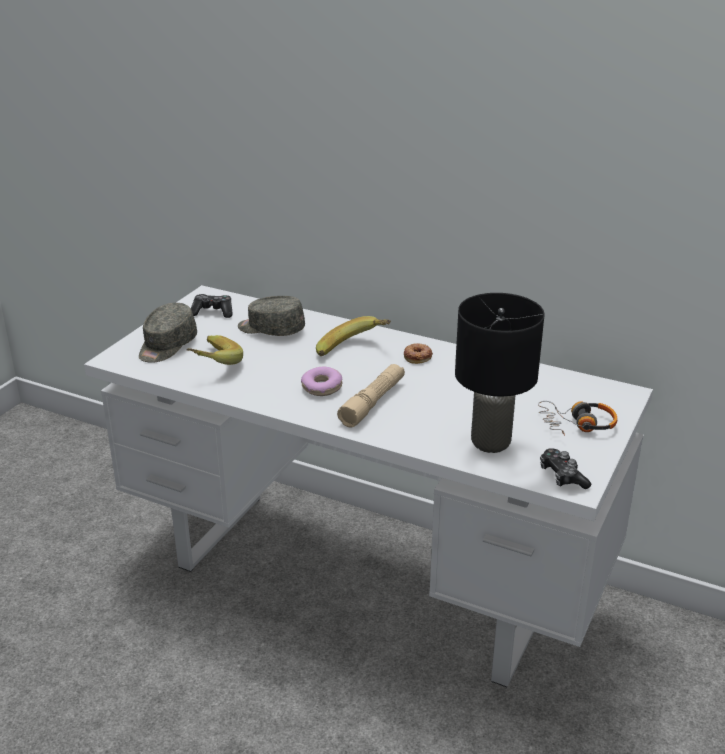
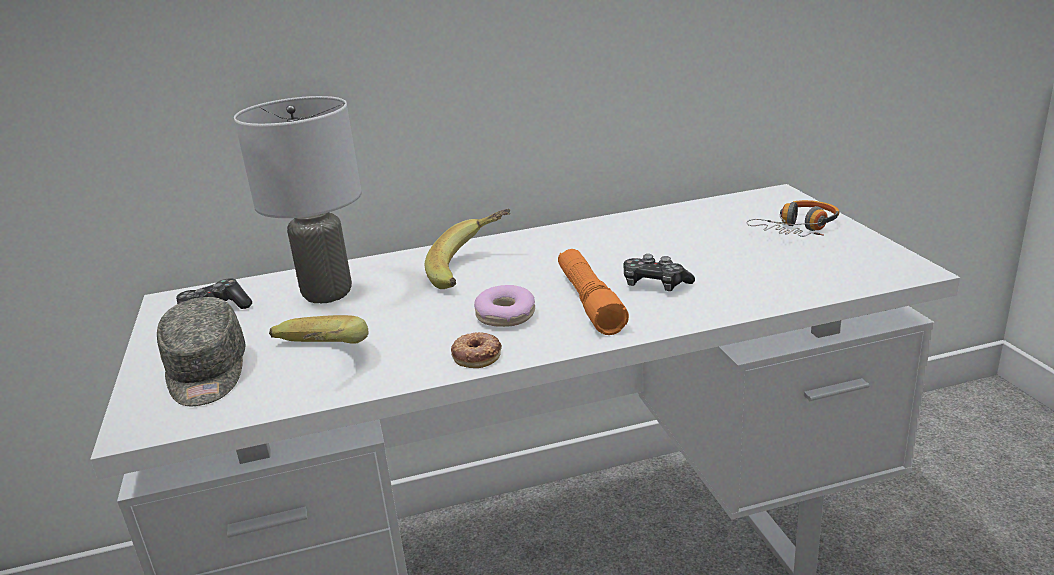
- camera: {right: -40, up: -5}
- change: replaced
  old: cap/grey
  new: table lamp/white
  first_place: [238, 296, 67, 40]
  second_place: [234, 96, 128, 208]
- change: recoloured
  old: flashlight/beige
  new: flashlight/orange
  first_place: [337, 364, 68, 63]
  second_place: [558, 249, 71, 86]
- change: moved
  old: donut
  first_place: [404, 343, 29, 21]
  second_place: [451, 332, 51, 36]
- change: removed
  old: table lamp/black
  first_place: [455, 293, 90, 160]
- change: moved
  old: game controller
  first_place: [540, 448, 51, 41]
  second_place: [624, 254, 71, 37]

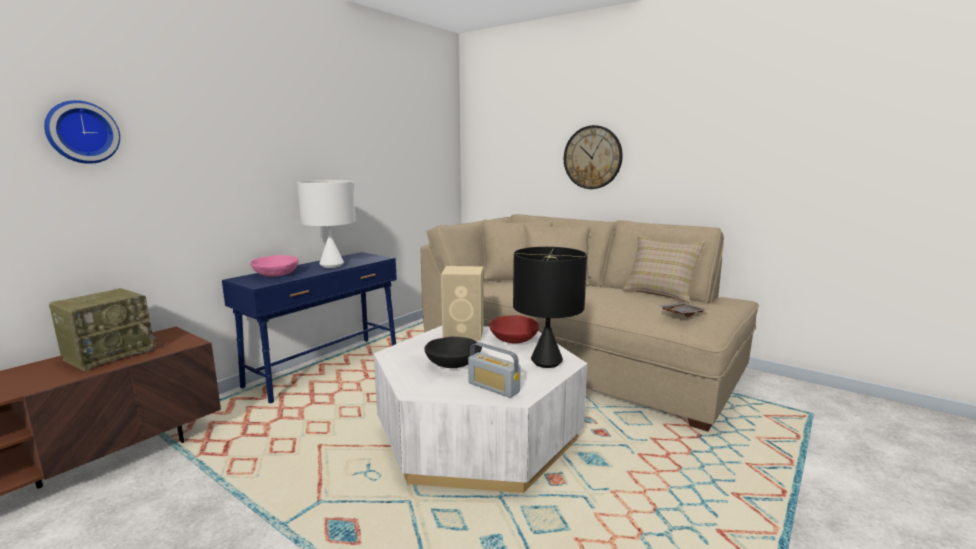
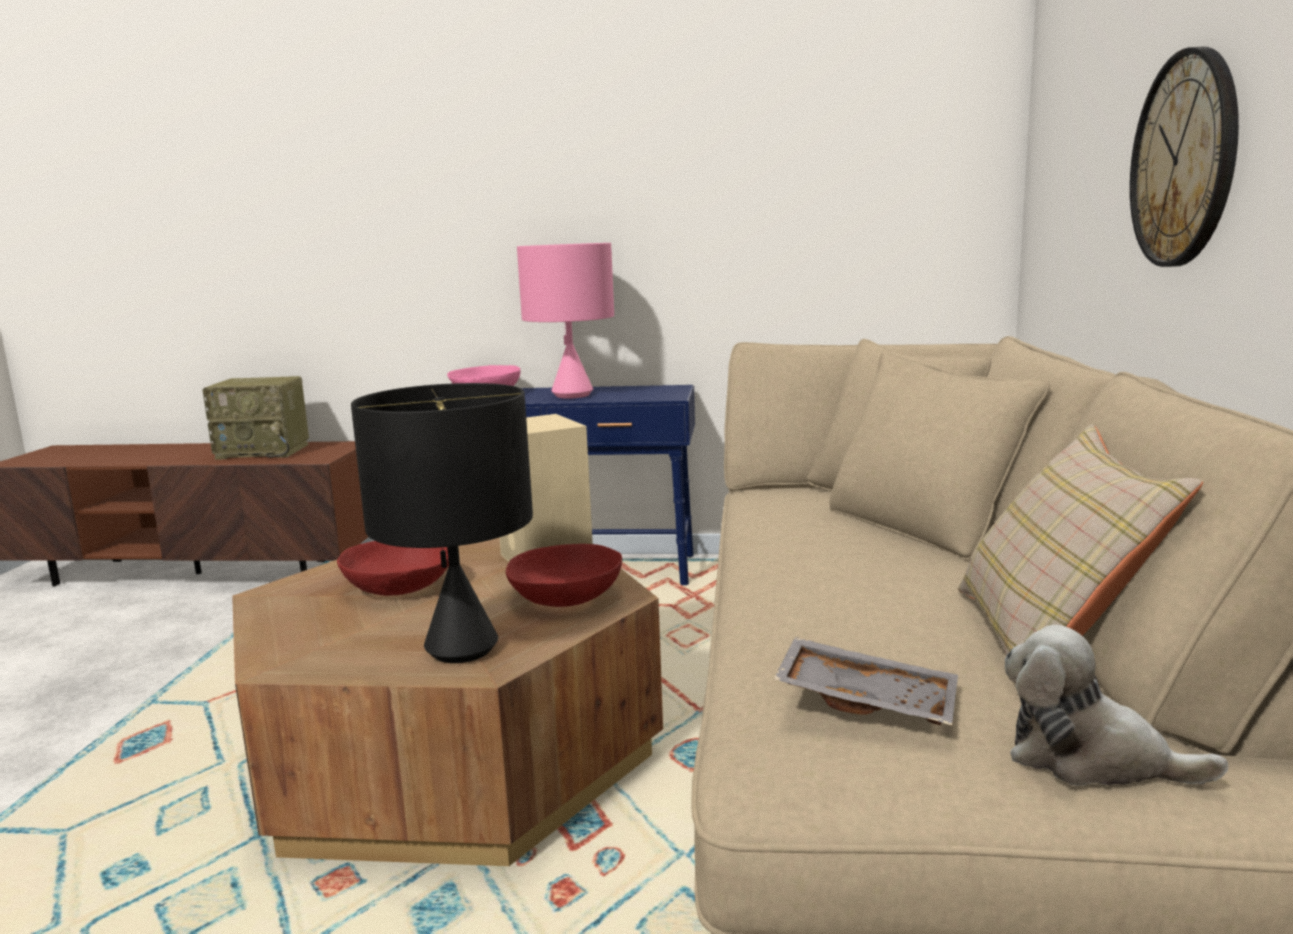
- camera: {right: 60, up: 0}
- change: removed
  old: wall clock
  first_place: [44, 100, 76, 64]
- change: recoloured
  old: table lamp/white
  new: table lamp/pink
  first_place: [297, 180, 59, 88]
  second_place: [517, 243, 97, 156]
- change: recoloured
  old: coffee table/white
  new: coffee table/brown
  first_place: [374, 326, 213, 167]
  second_place: [232, 538, 431, 328]
- change: recoloured
  old: bowl/black
  new: bowl/red
  first_place: [425, 337, 57, 31]
  second_place: [337, 541, 112, 55]
- change: removed
  old: radio
  first_place: [468, 342, 53, 56]
- change: added
  new: plush toy
  second_place: [1005, 625, 223, 161]

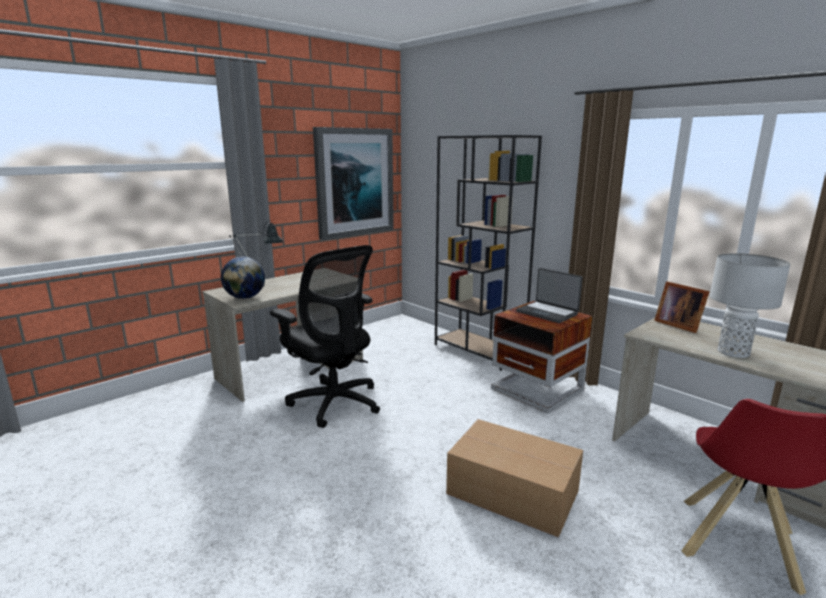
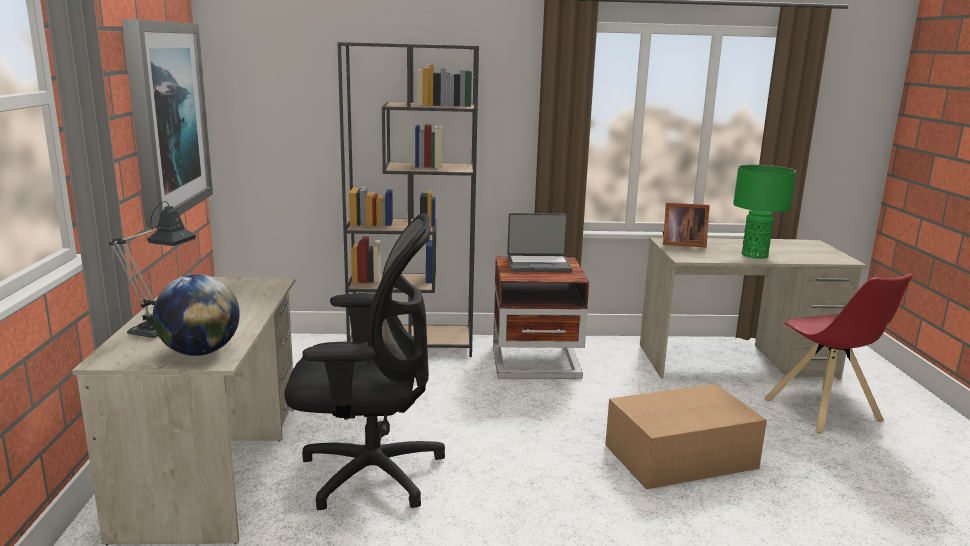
- camera: {right: -50, up: 0}
- change: recoloured
  old: table lamp/white
  new: table lamp/green
  first_place: [710, 253, 80, 105]
  second_place: [733, 165, 63, 94]

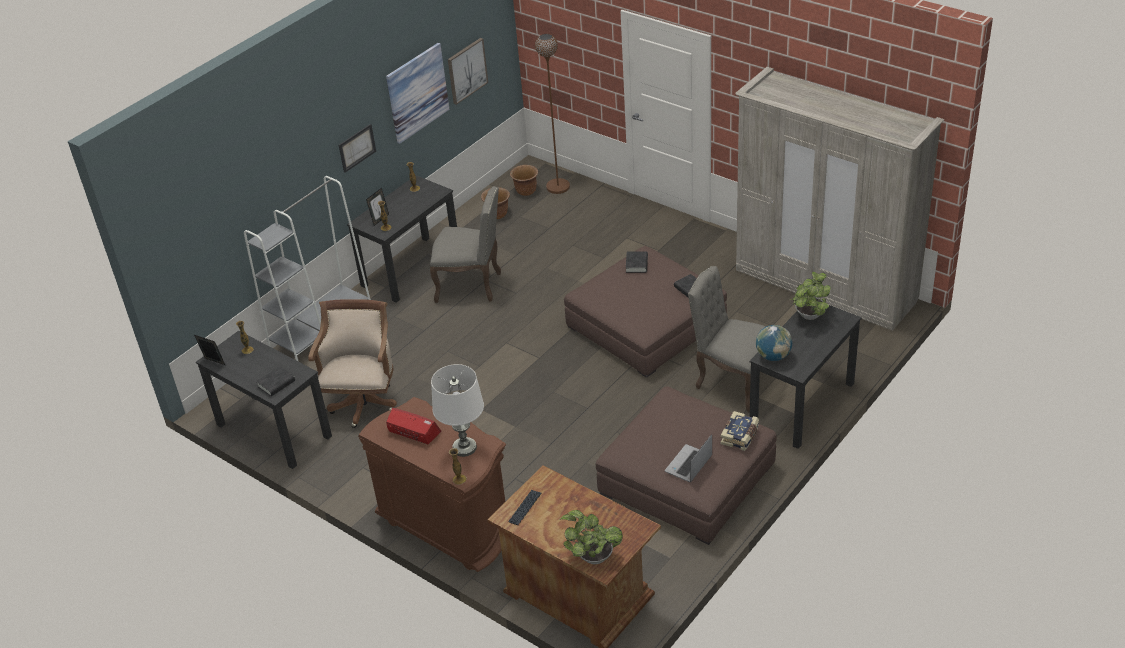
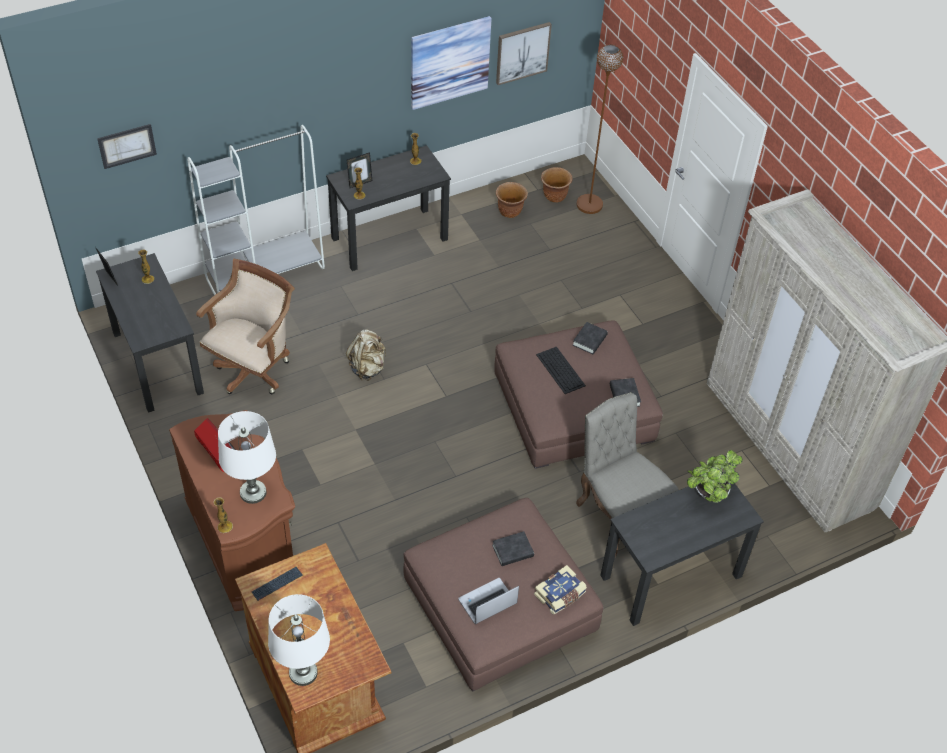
- camera: {right: 20, up: 10}
- change: moved
  old: book/black
  first_place: [256, 366, 39, 30]
  second_place: [492, 531, 42, 35]
- change: moved
  old: picture
  first_place: [339, 124, 37, 49]
  second_place: [97, 124, 60, 45]
- change: removed
  old: chair/grey
  first_place: [430, 186, 71, 117]
- change: replaced
  old: potted plant
  new: table lamp/white
  first_place: [560, 510, 63, 54]
  second_place: [268, 594, 62, 92]
- change: removed
  old: globe
  first_place: [756, 325, 36, 36]
- change: added
  new: backpack/beige
  second_place: [346, 329, 40, 52]
- change: added
  new: keyboard
  second_place: [536, 346, 50, 48]

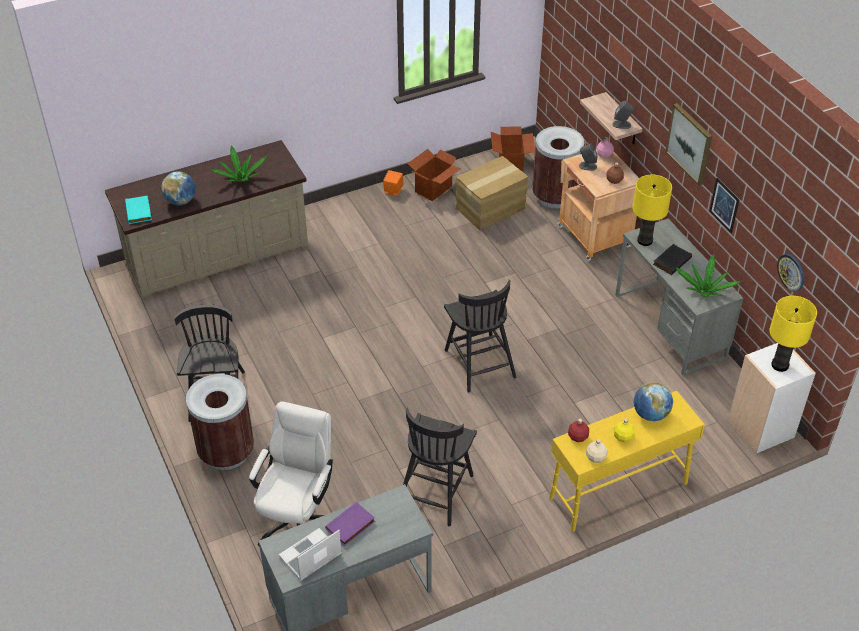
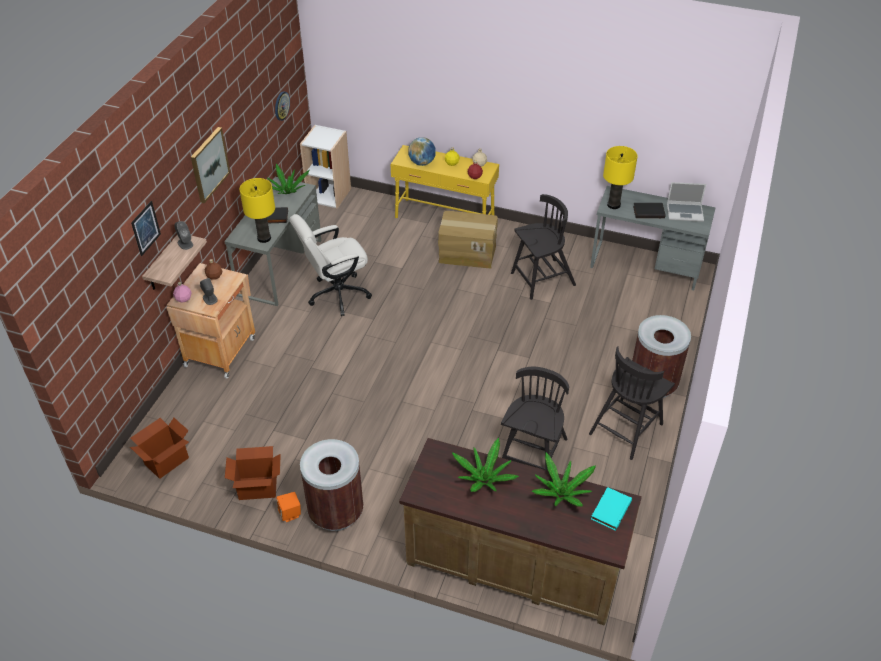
- camera: {right: -135, up: 0}
- change: replaced
  old: globe
  new: potted plant
  first_place: [161, 171, 35, 34]
  second_place: [532, 452, 64, 55]
- change: moved
  old: office chair/white
  first_place: [249, 401, 84, 145]
  second_place: [289, 214, 83, 102]
- change: recoloured
  old: book/purple
  new: book/black
  first_place: [325, 502, 50, 44]
  second_place: [633, 203, 33, 15]
- change: moved
  old: chair/black
  first_place: [444, 280, 72, 112]
  second_place: [501, 367, 68, 104]
- change: moved
  old: cardboard box
  first_place: [455, 156, 73, 74]
  second_place: [438, 211, 60, 57]
- change: moved
  old: trash can/brown
  first_place: [532, 126, 52, 82]
  second_place: [300, 439, 63, 92]
- change: moved
  old: picture
  first_place: [709, 178, 30, 55]
  second_place: [131, 201, 30, 55]
- change: moved
  old: table lamp/yellow
  first_place: [770, 296, 47, 76]
  second_place: [603, 146, 35, 63]

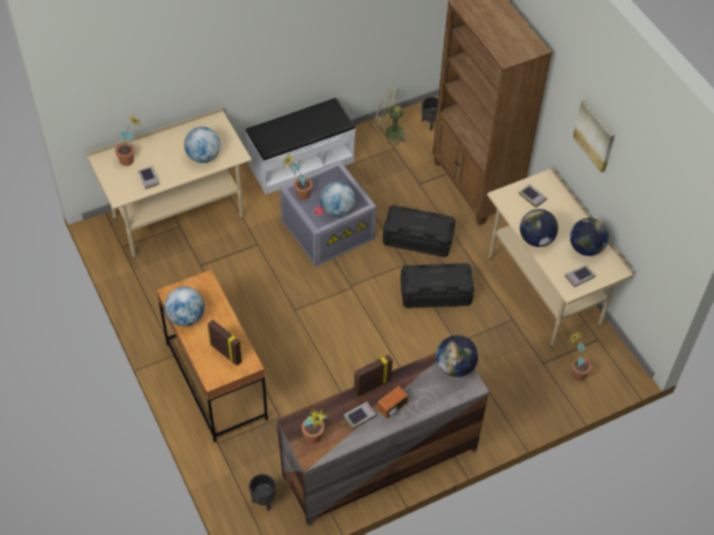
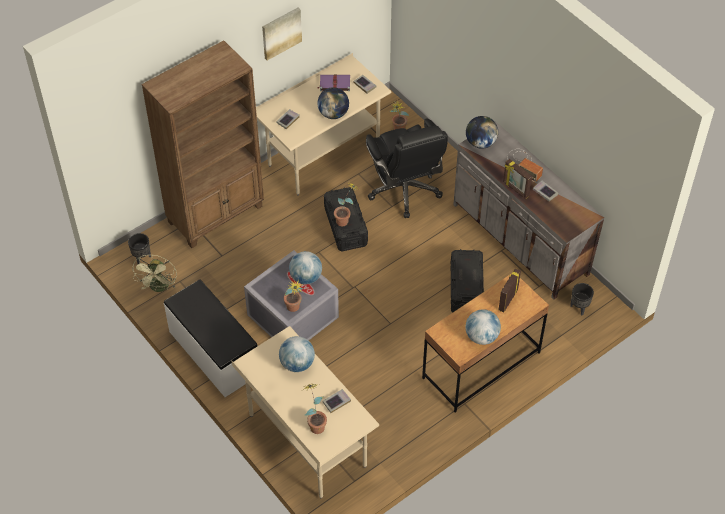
- camera: {right: -100, up: 0}
- change: moved
  old: potted plant
  first_place: [302, 408, 27, 36]
  second_place: [334, 182, 25, 44]
- change: moved
  old: storage box/black
  first_place: [383, 205, 73, 52]
  second_place: [451, 249, 33, 64]
- change: replaced
  old: globe
  new: book/purple
  first_place: [570, 218, 39, 38]
  second_place: [317, 75, 33, 16]
- change: added
  new: office chair/black
  second_place: [366, 118, 82, 100]

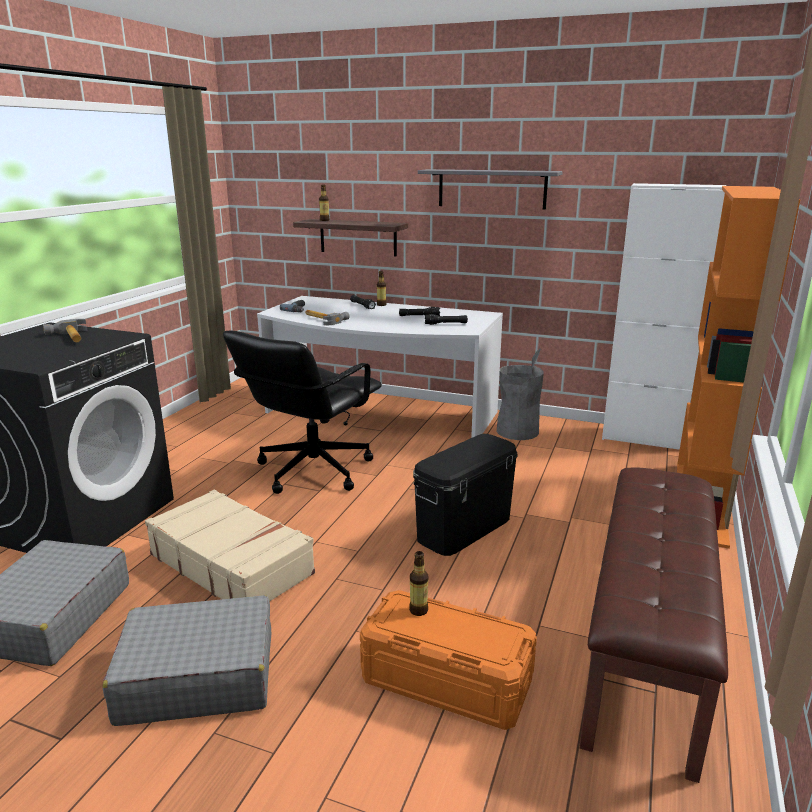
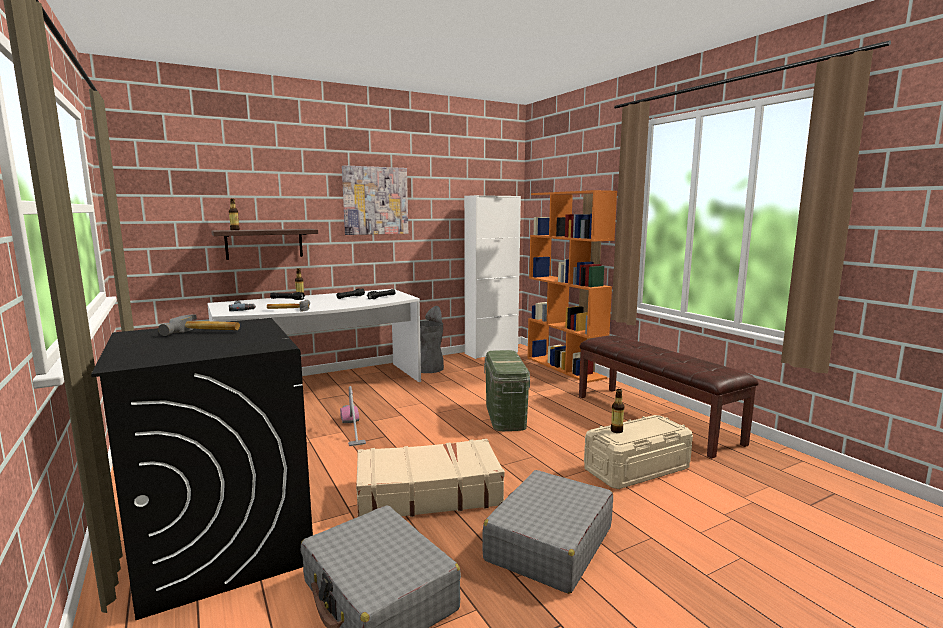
- camera: {right: -50, up: -10}
- change: replaced
  old: office chair/black
  new: vacuum cleaner
  first_place: [223, 331, 159, 163]
  second_place: [340, 386, 26, 60]
- change: recoloured
  old: storage box/orange
  new: storage box/beige
  first_place: [360, 590, 177, 140]
  second_place: [584, 415, 109, 74]
- change: recoloured
  old: storage box/black
  new: storage box/green
  first_place: [413, 434, 105, 122]
  second_place: [484, 350, 46, 81]
- change: replaced
  old: shelf/grey
  new: picture
  first_place: [418, 169, 145, 41]
  second_place: [342, 165, 66, 70]

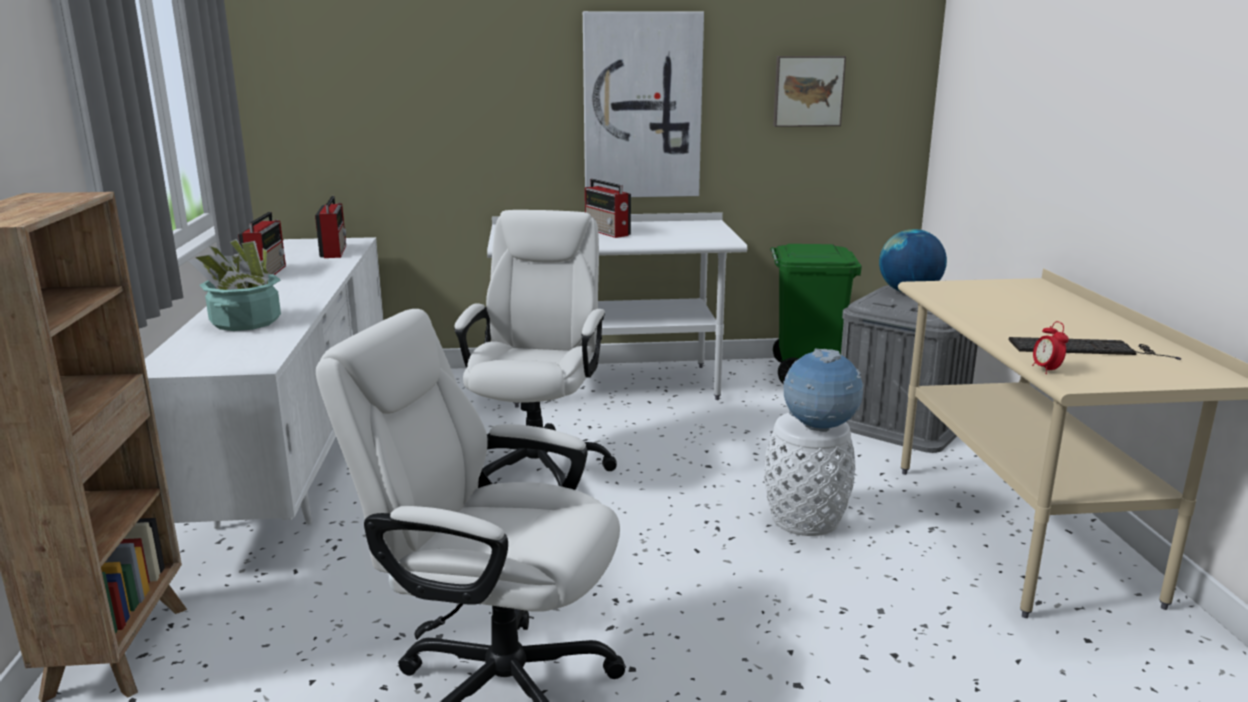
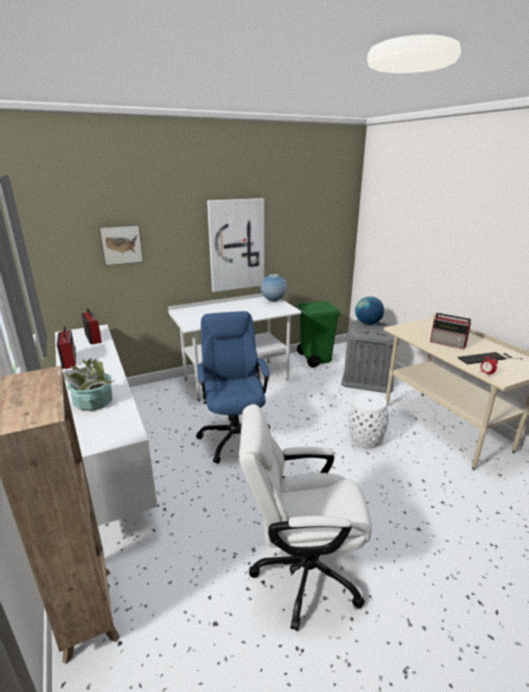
- camera: {right: -20, up: 5}
- change: recoloured
  old: office chair/white
  new: office chair/blue
  first_place: [454, 210, 163, 278]
  second_place: [196, 311, 74, 153]
- change: moved
  old: radio
  first_place: [585, 179, 46, 59]
  second_place: [430, 313, 41, 36]
- change: moved
  old: picture
  first_place: [773, 56, 73, 71]
  second_place: [98, 224, 46, 42]
- change: moved
  old: globe
  first_place: [783, 348, 81, 84]
  second_place: [261, 274, 26, 28]

